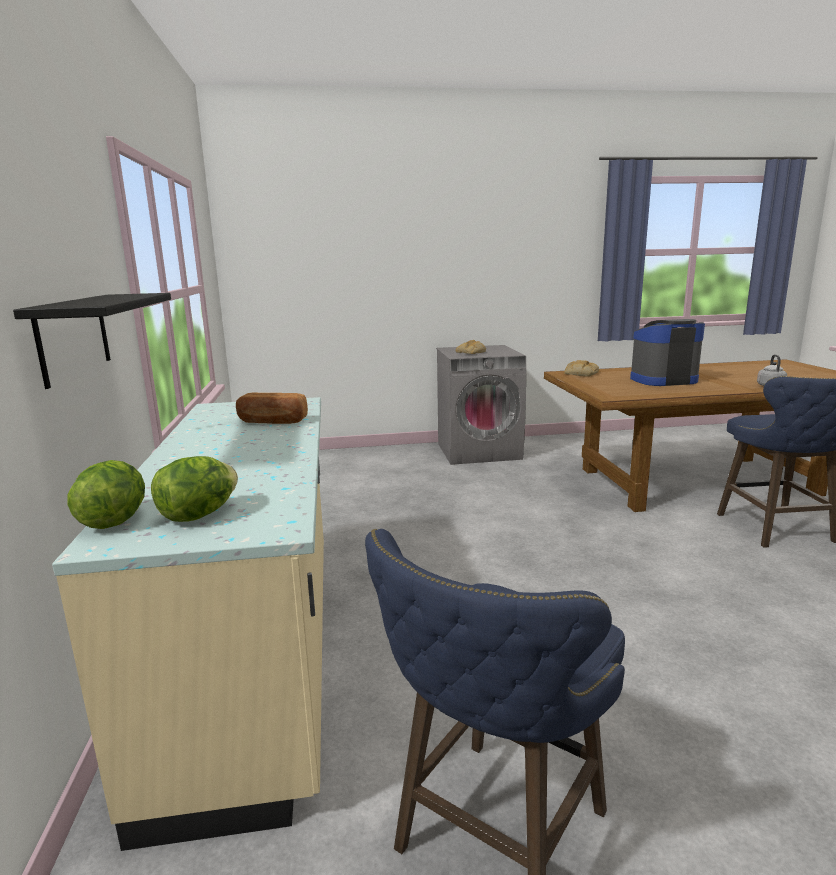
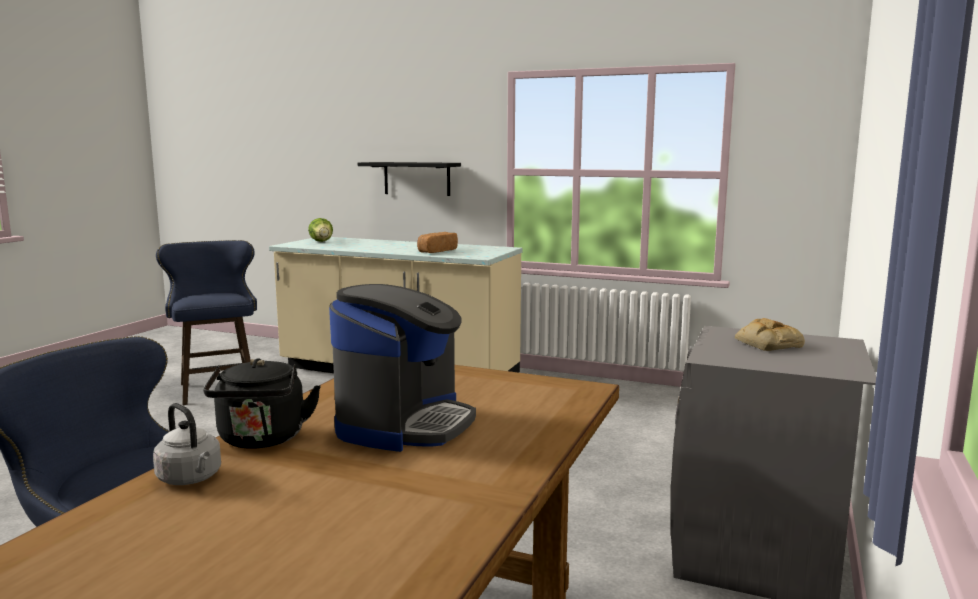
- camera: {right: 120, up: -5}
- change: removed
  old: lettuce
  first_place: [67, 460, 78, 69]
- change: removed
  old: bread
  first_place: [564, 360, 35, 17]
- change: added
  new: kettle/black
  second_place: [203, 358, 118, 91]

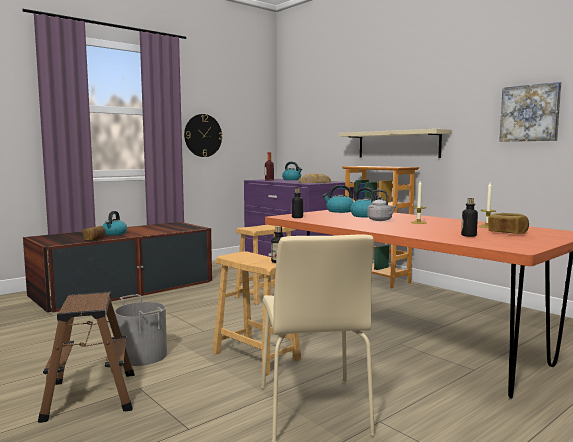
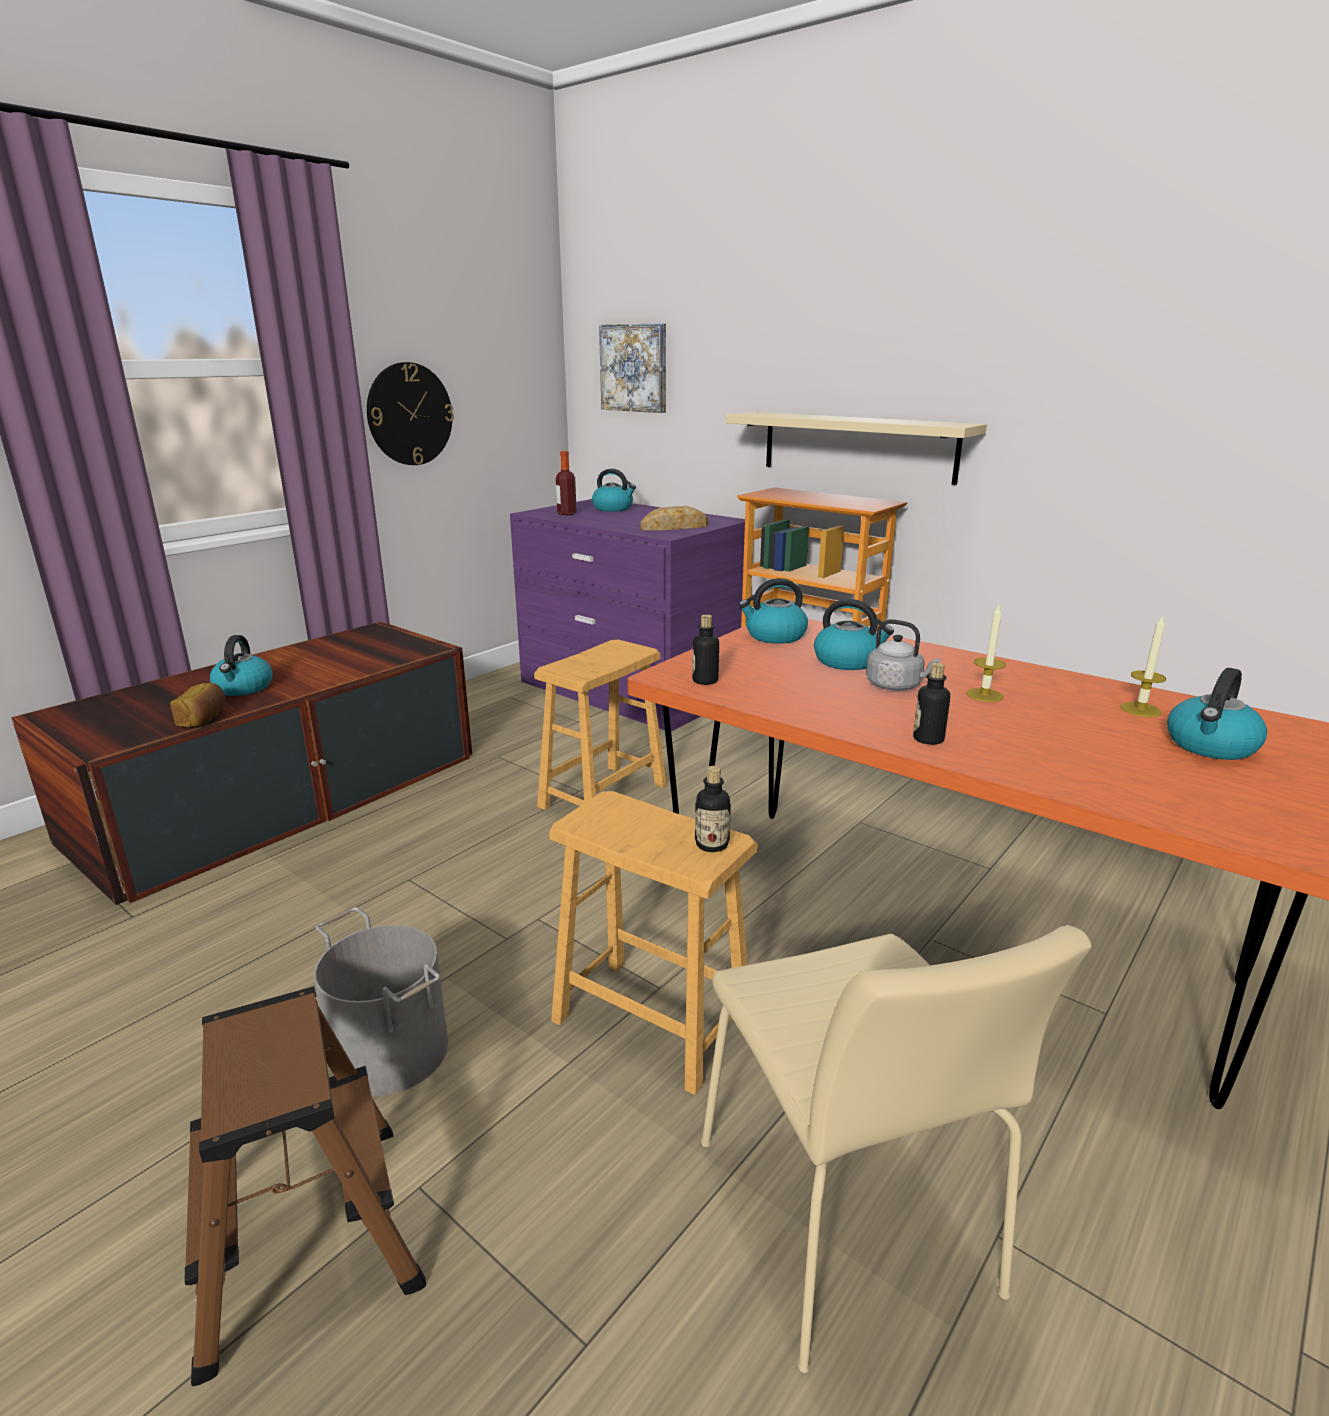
- camera: {right: -10, up: 15}
- change: moved
  old: bottle
  first_place: [461, 198, 17, 39]
  second_place: [913, 663, 37, 82]
- change: replaced
  old: bread
  new: kettle
  first_place: [488, 213, 41, 21]
  second_place: [1167, 668, 100, 92]
- change: moved
  old: picture
  first_place: [499, 82, 62, 60]
  second_place: [599, 323, 67, 90]

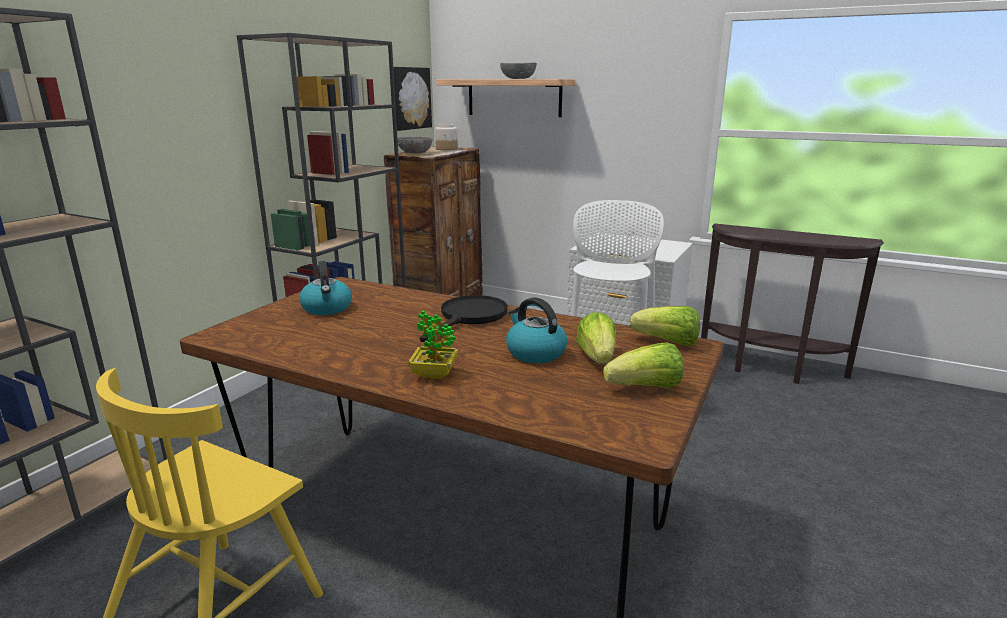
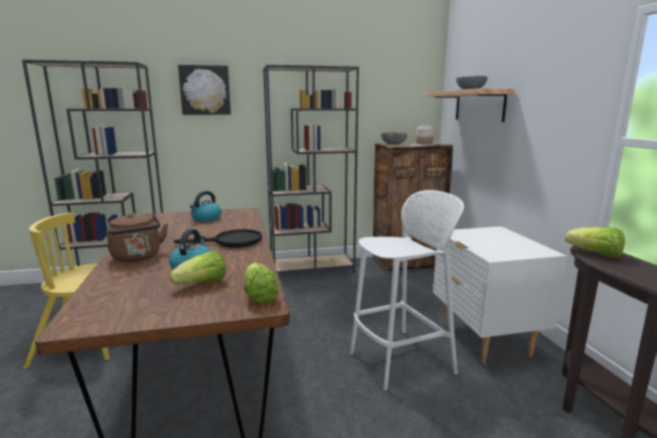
- camera: {right: 50, up: -5}
- change: moved
  old: picture
  first_place: [393, 67, 39, 64]
  second_place: [178, 65, 53, 50]
- change: replaced
  old: potted plant
  new: kettle/brown
  first_place: [408, 311, 50, 68]
  second_place: [107, 213, 61, 49]
- change: moved
  old: lettuce
  first_place: [603, 343, 81, 45]
  second_place: [565, 227, 60, 31]

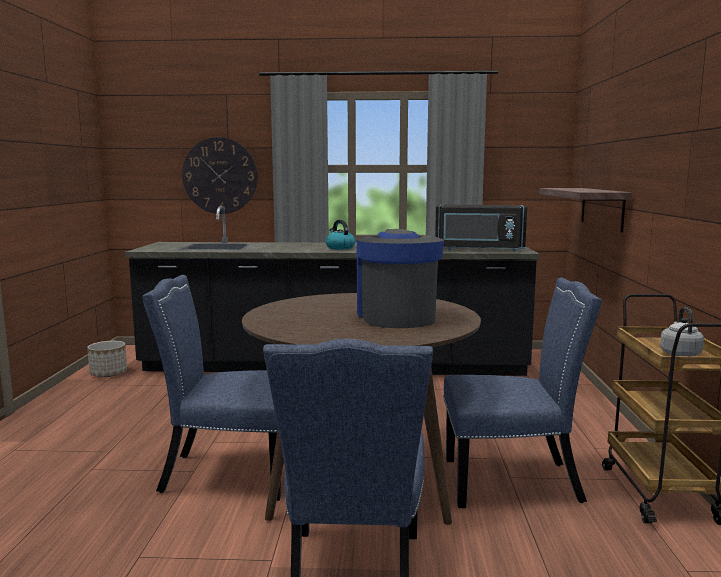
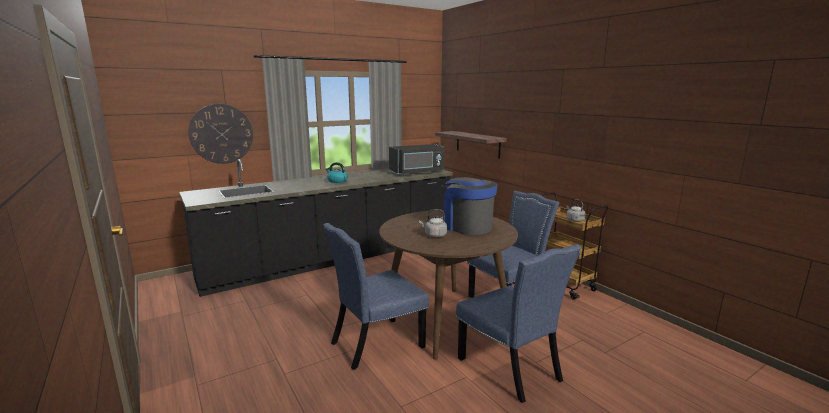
- camera: {right: -35, up: 5}
- change: removed
  old: planter
  first_place: [87, 341, 40, 36]
- change: added
  new: kettle/grey
  second_place: [419, 209, 28, 28]

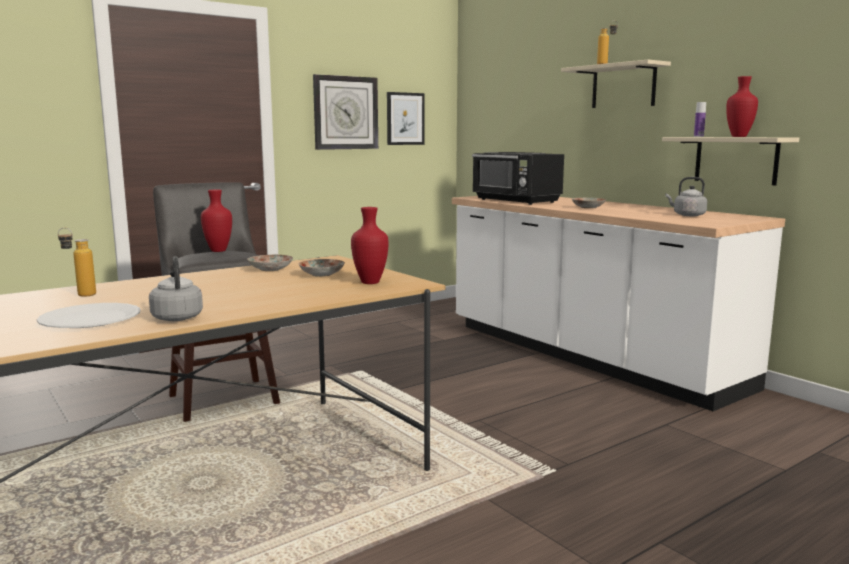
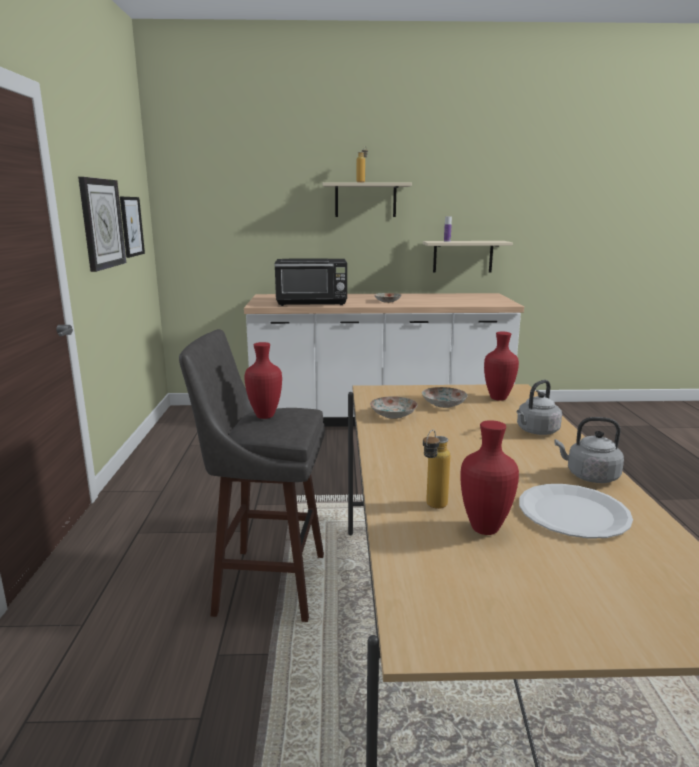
- camera: {right: -55, up: 5}
- change: moved
  old: kettle/grey
  first_place: [665, 177, 42, 39]
  second_place: [517, 380, 45, 55]
- change: moved
  old: vase/red
  first_place: [726, 76, 32, 61]
  second_place: [460, 420, 59, 115]

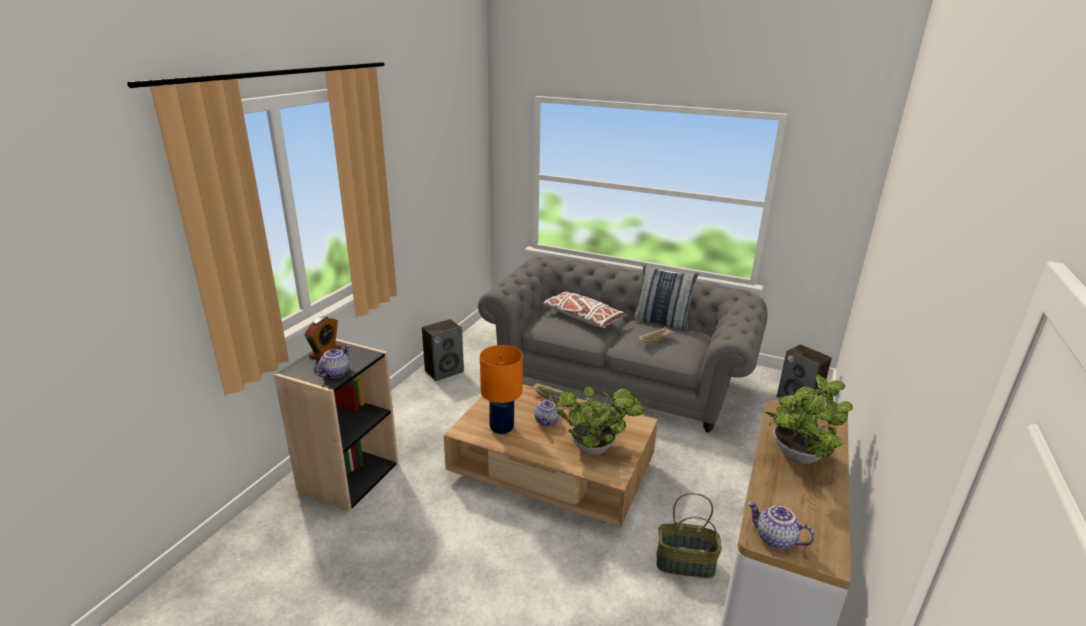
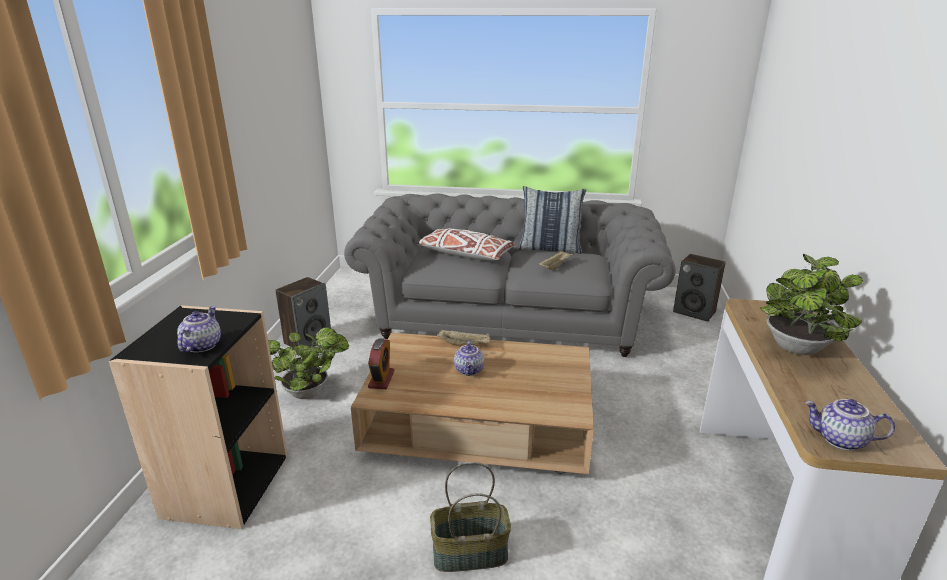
- camera: {right: -15, up: 0}
- change: moved
  old: alarm clock
  first_place: [305, 316, 36, 44]
  second_place: [368, 338, 27, 51]
- change: removed
  old: table lamp/orange
  first_place: [480, 345, 43, 89]
- change: moved
  old: potted plant
  first_place: [556, 386, 88, 69]
  second_place: [268, 327, 81, 72]
- change: moved
  old: basket
  first_place: [656, 493, 66, 85]
  second_place: [430, 462, 81, 110]

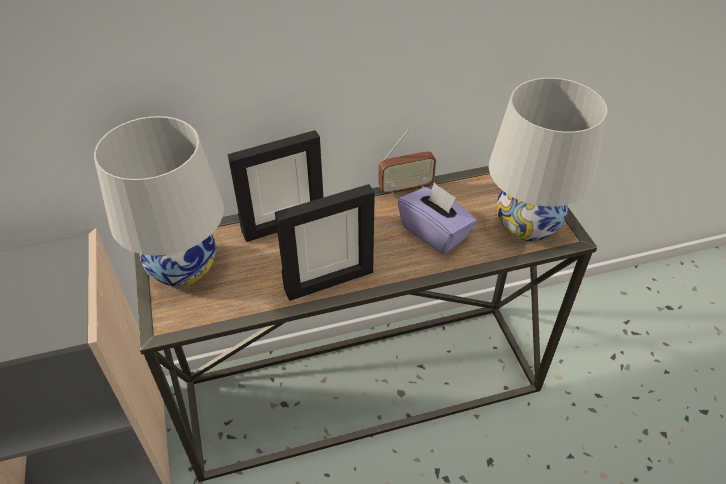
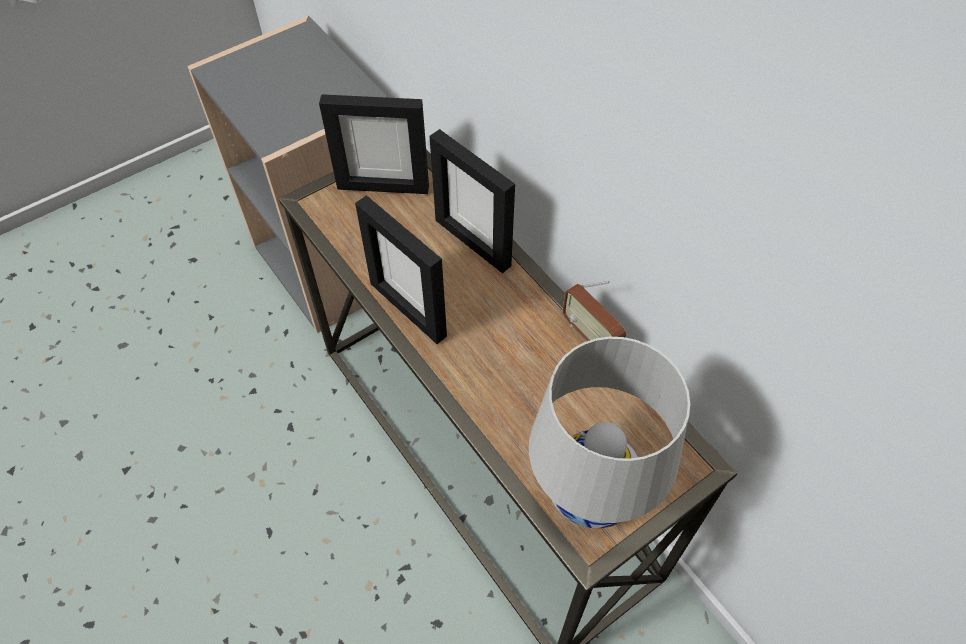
- camera: {right: 70, up: 10}
- change: replaced
  old: table lamp/white
  new: picture frame
  first_place: [94, 116, 130, 171]
  second_place: [319, 94, 110, 100]
- change: removed
  old: tissue box/purple
  first_place: [398, 182, 79, 72]

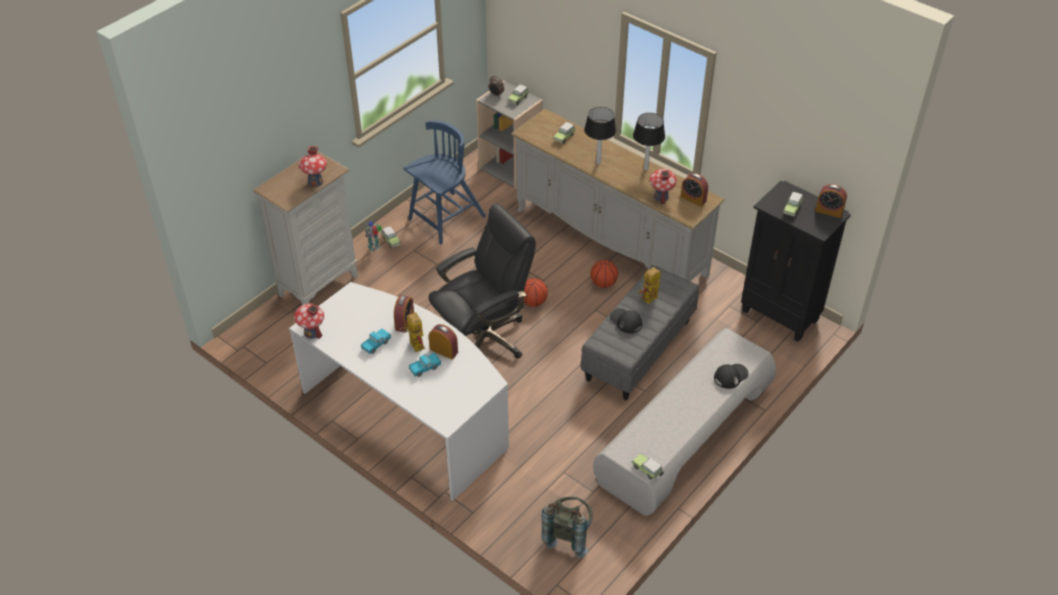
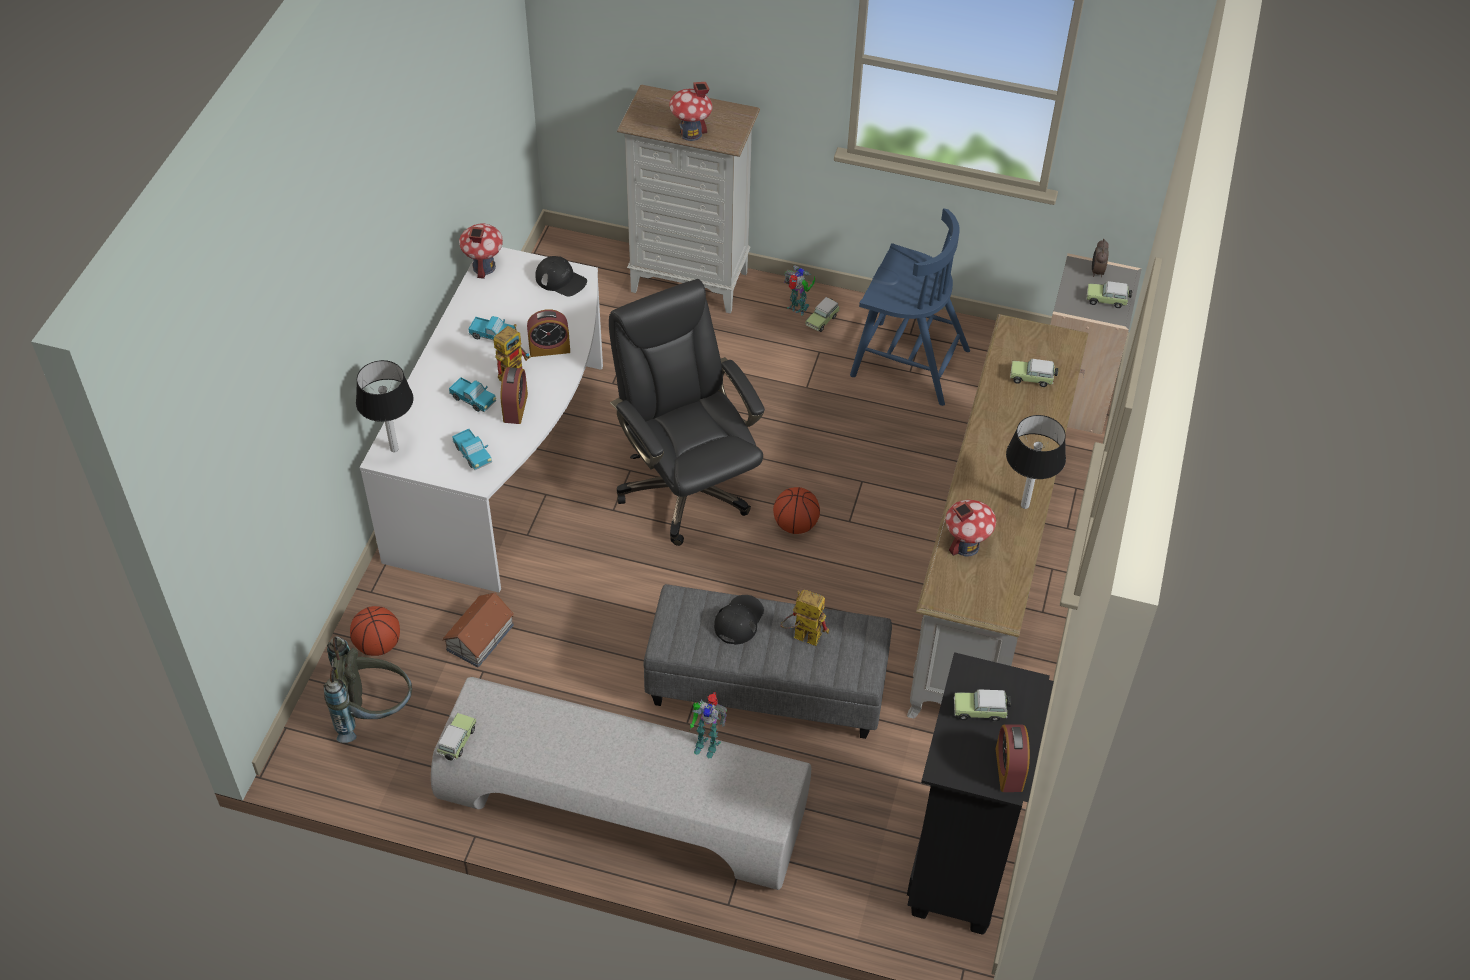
- camera: {right: 65, up: 5}
- change: turned
  old: office chair/black
  first_place: [429, 203, 107, 155]
  second_place: [609, 279, 156, 267]
  degrees: -150
- change: moved
  old: table lamp
  first_place: [584, 107, 32, 58]
  second_place: [356, 360, 58, 92]
- change: moved
  old: basketball
  first_place: [590, 260, 28, 28]
  second_place: [350, 606, 50, 50]
- change: removed
  old: alarm clock
  first_place: [681, 173, 27, 33]
- change: moved
  old: cap/black
  first_place: [714, 364, 35, 25]
  second_place: [535, 256, 52, 40]
- change: added
  new: toy house
  second_place: [442, 593, 72, 74]
- change: added
  new: toy truck
  second_place: [452, 429, 40, 41]
- change: added
  new: toy robot
  second_place: [690, 692, 37, 67]

